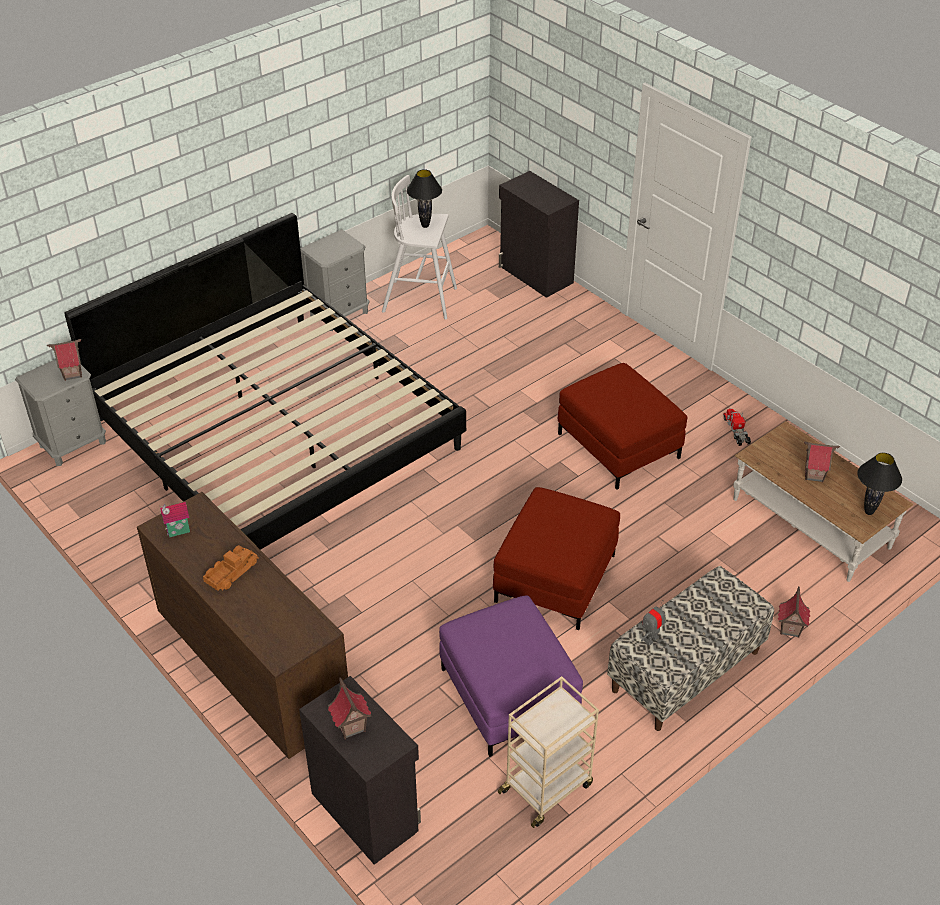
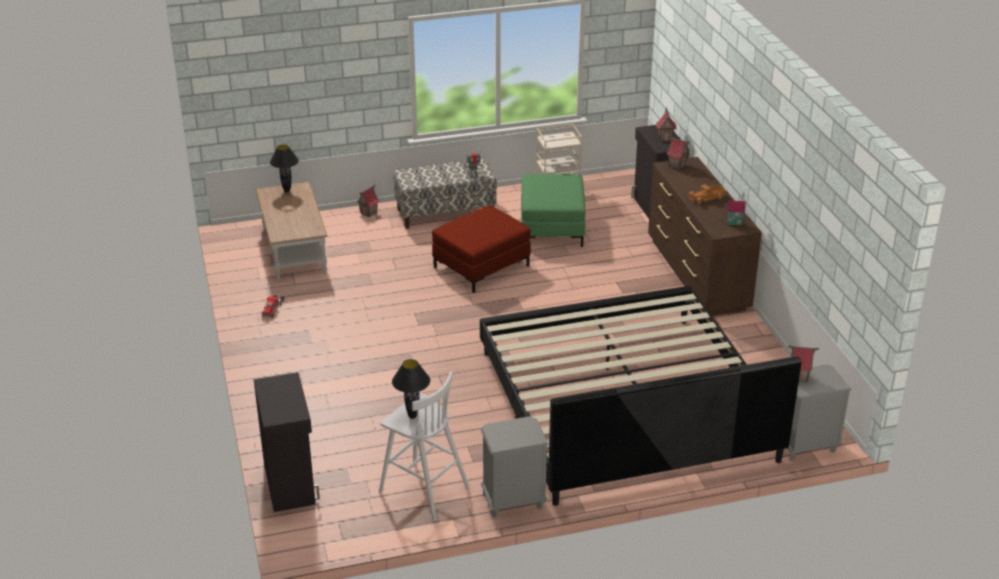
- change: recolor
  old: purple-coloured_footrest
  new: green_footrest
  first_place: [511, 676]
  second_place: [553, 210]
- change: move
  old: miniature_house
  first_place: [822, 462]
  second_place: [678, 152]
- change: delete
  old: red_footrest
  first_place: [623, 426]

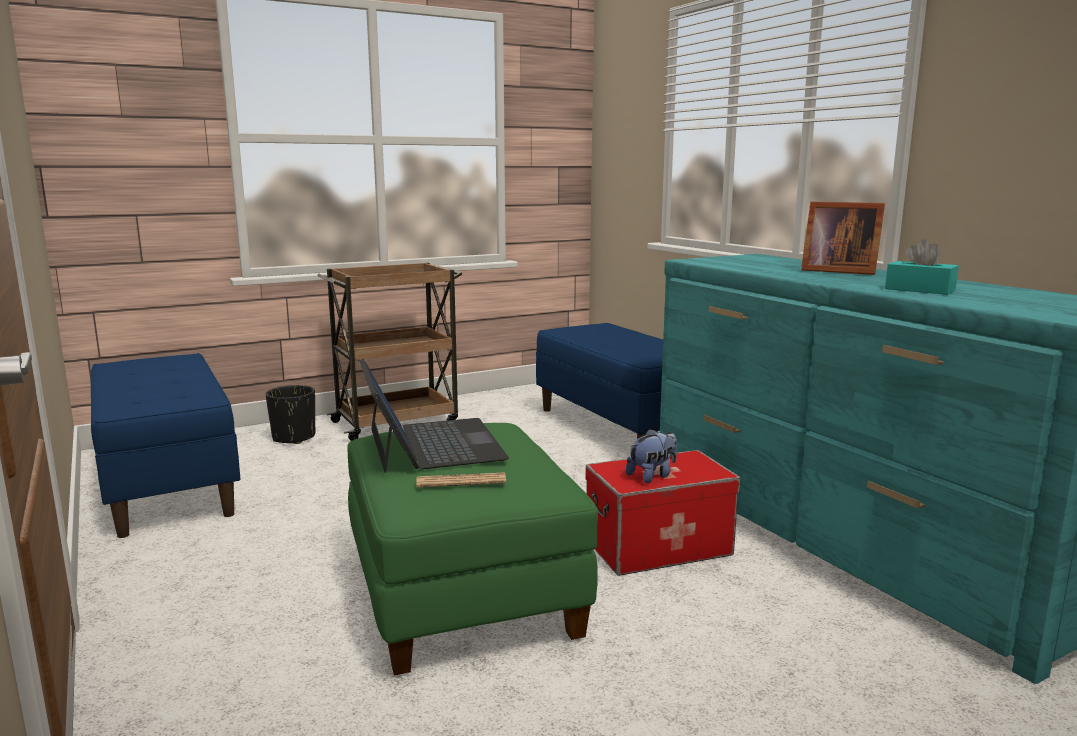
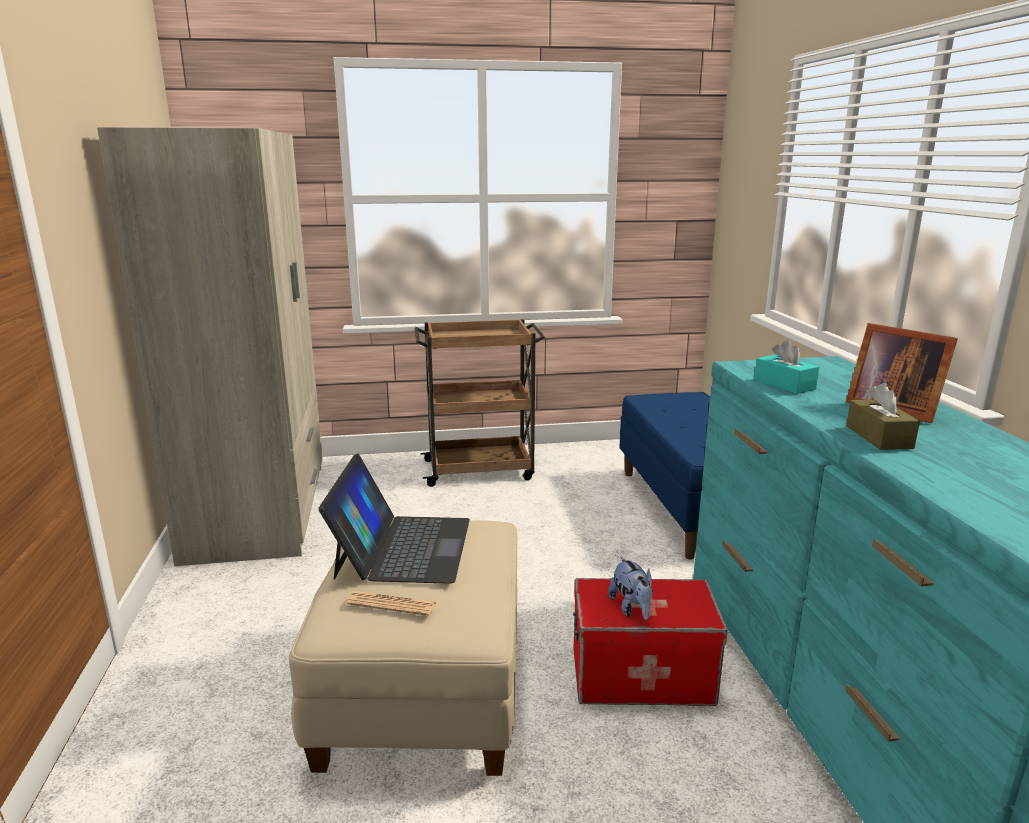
- change: replace
  old: blue-coloured_bench
  new: beige_wardrobe
  first_place: [165, 445]
  second_place: [210, 346]
- change: recolor
  old: green_footrest
  new: beige_footrest
  first_place: [472, 549]
  second_place: [403, 647]
- change: rotate
  old: plush_toy
  first_place: [651, 456]
  second_place: [630, 588]
  degrees: 90
- change: move
  old: blue-green_box_of_tissues
  first_place: [922, 267]
  second_place: [786, 367]
- change: insert
  new: brownish_box_of_tissues
  second_place: [883, 416]
- change: delete
  old: blackish_flower_pot
  first_place: [290, 414]

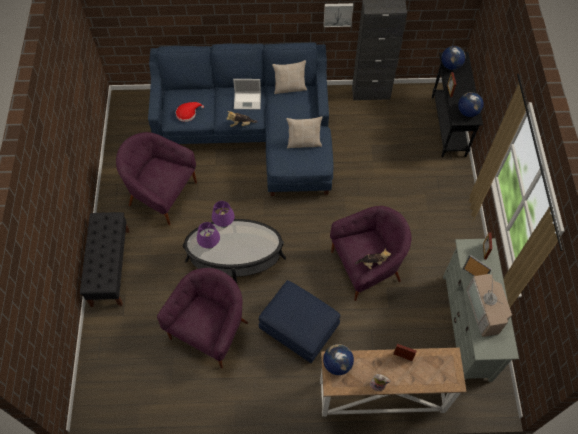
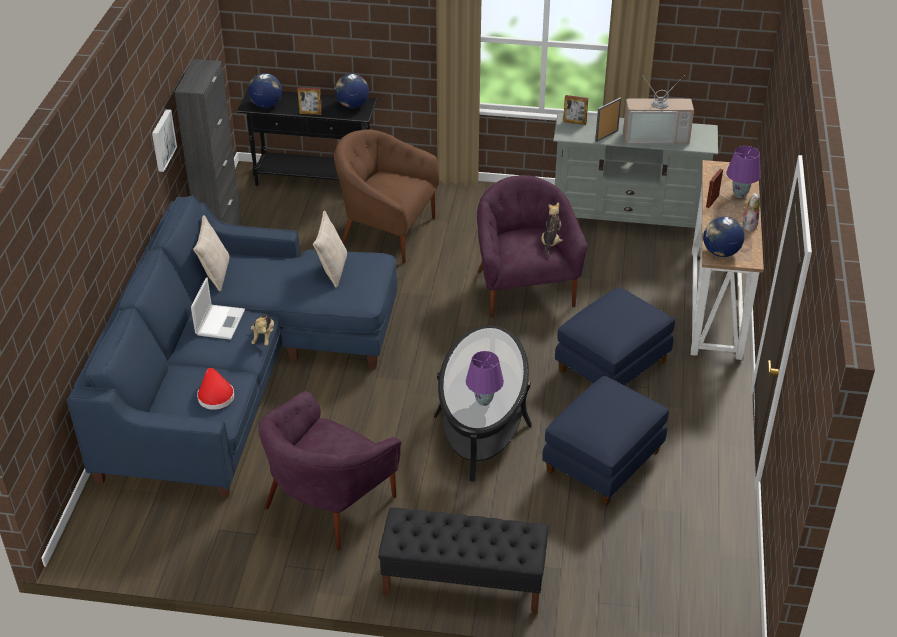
- change: insert
  new: brownish_armchair
  second_place: [386, 196]
- change: replace
  old: purple-coloured_armchair
  new: blue-coloured_footrest
  first_place: [202, 318]
  second_place: [606, 441]
- change: move
  old: purple-coloured_lamp_for_a_table
  first_place: [223, 214]
  second_place: [744, 172]

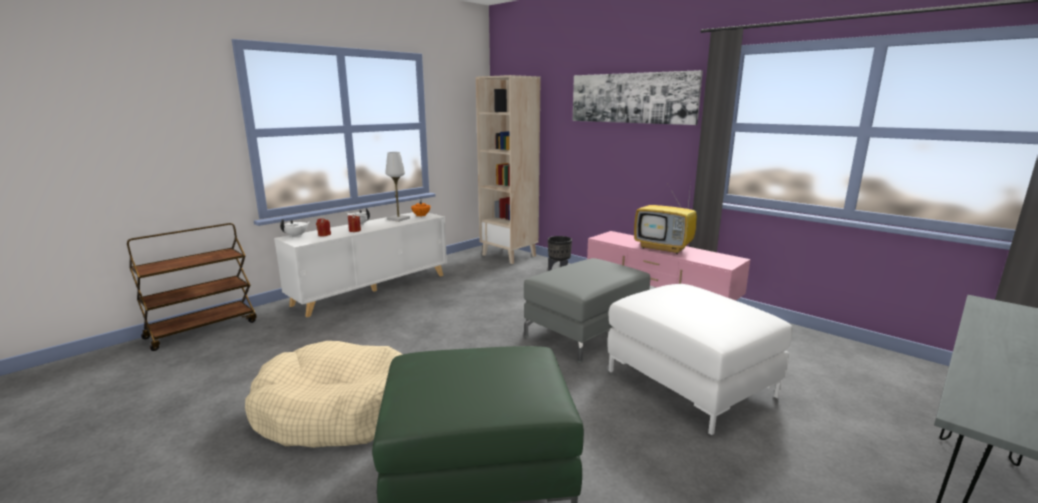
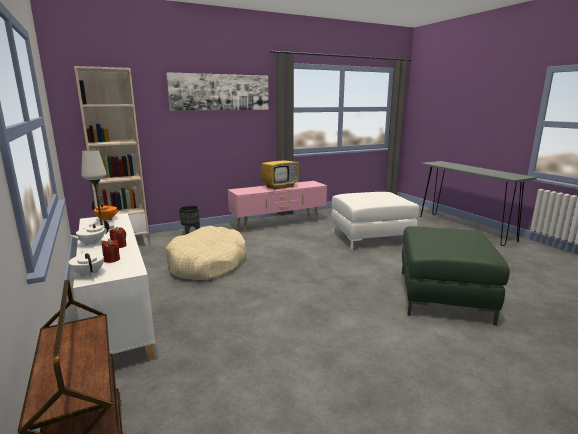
- change: move
  old: beige_pet_bed
  first_place: [324, 394]
  second_place: [206, 253]
- change: delete
  old: gray_footrest
  first_place: [587, 310]

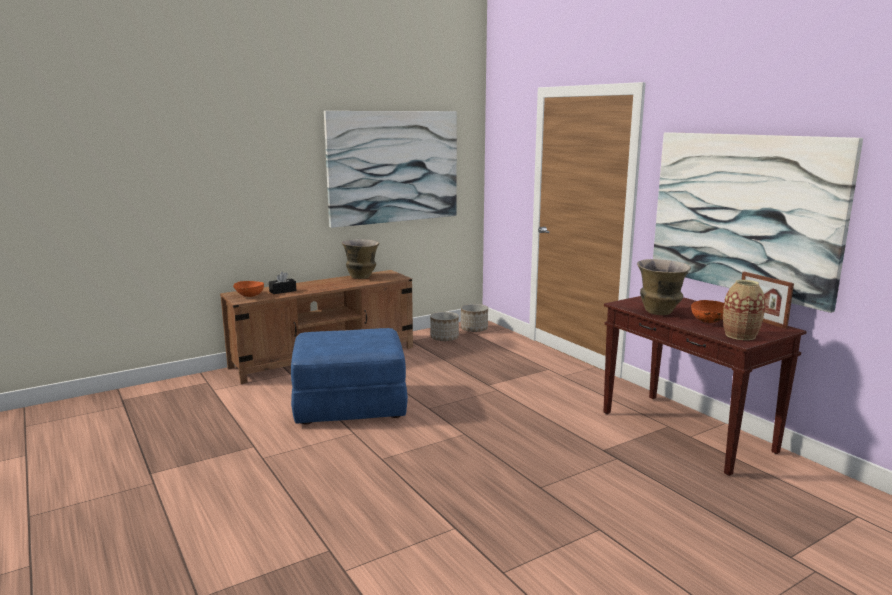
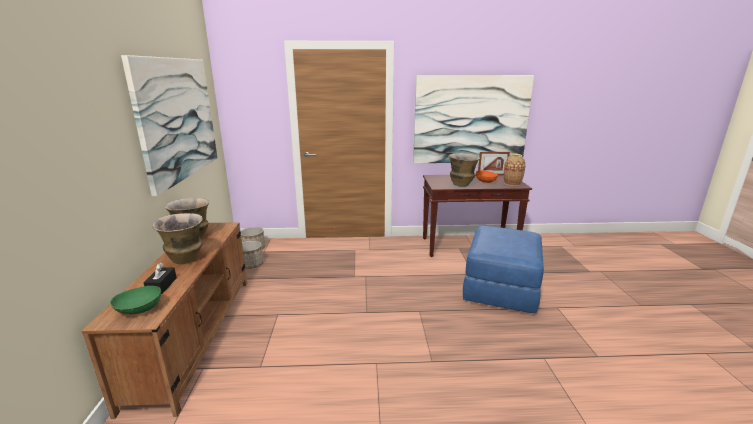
- change: recolor
  old: orange_bowl
  new: green_bowl
  first_place: [248, 289]
  second_place: [135, 300]
- change: insert
  new: flower_vase
  second_place: [177, 238]
- change: move
  old: blue-coloured_footrest
  first_place: [349, 376]
  second_place: [503, 270]

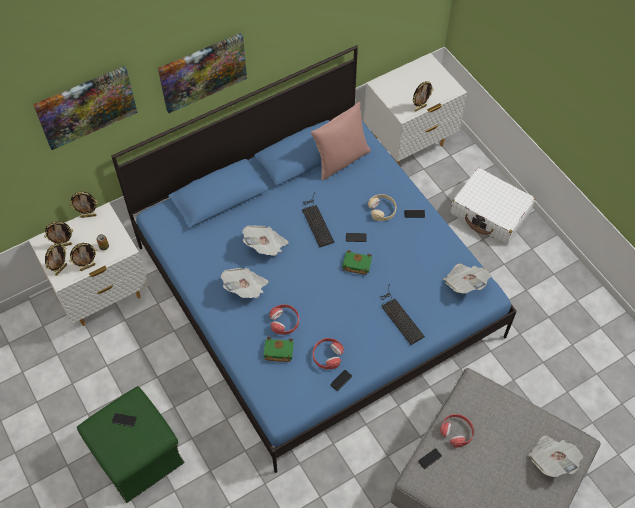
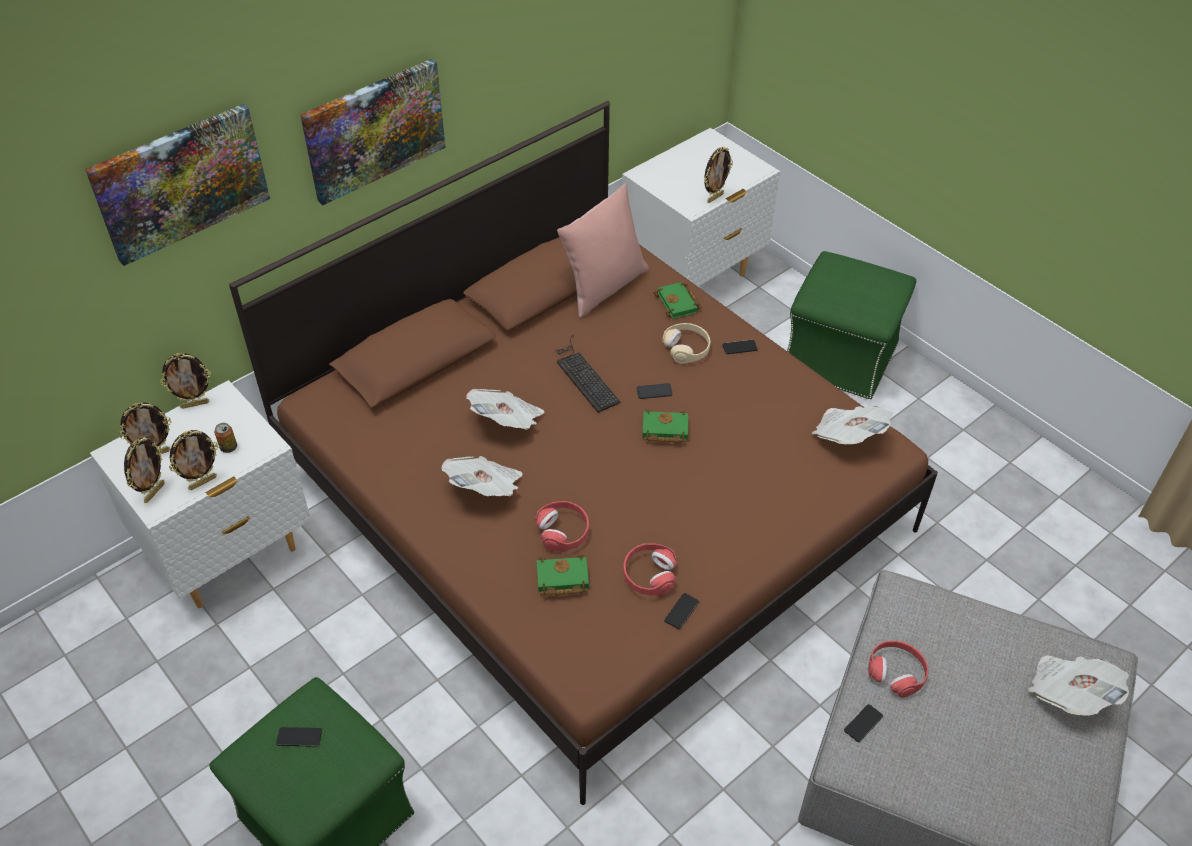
- change: recolor
  old: blue-coloured_sleeping_bed
  new: brownish_sleeping_bed
  first_place: [314, 259]
  second_place: [583, 453]
- change: insert
  new: green_book
  second_place: [677, 300]
- change: replace
  old: white_travel_case
  new: green_footrest
  first_place: [493, 206]
  second_place: [851, 325]
- change: delete
  old: keyboard
  first_place: [402, 314]

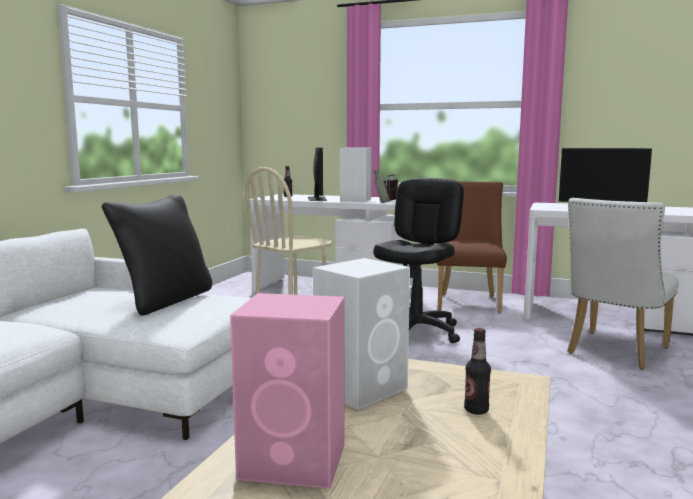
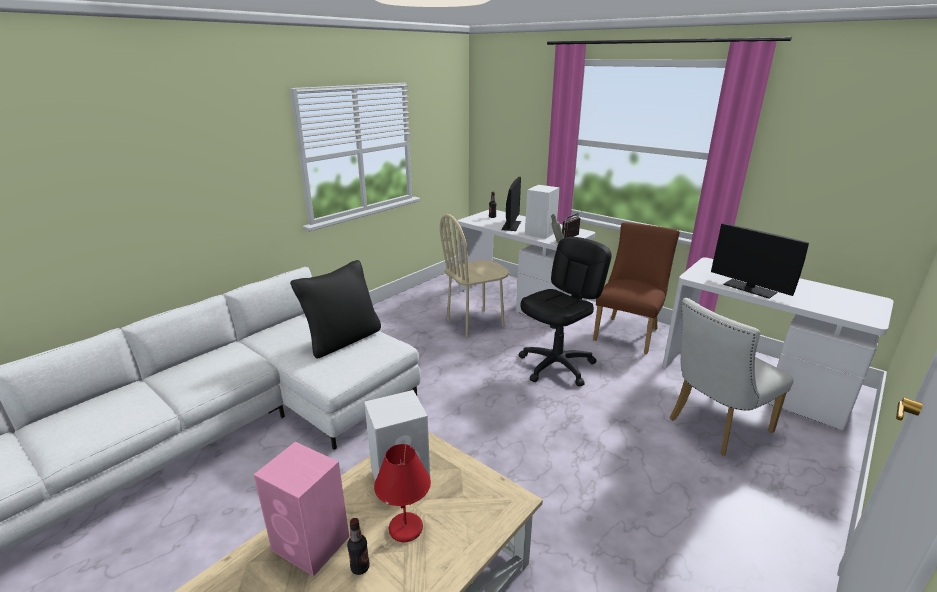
- change: move
  old: drink_bottle
  first_place: [477, 371]
  second_place: [358, 546]
- change: insert
  new: red_lamp_for_a_table
  second_place: [402, 493]

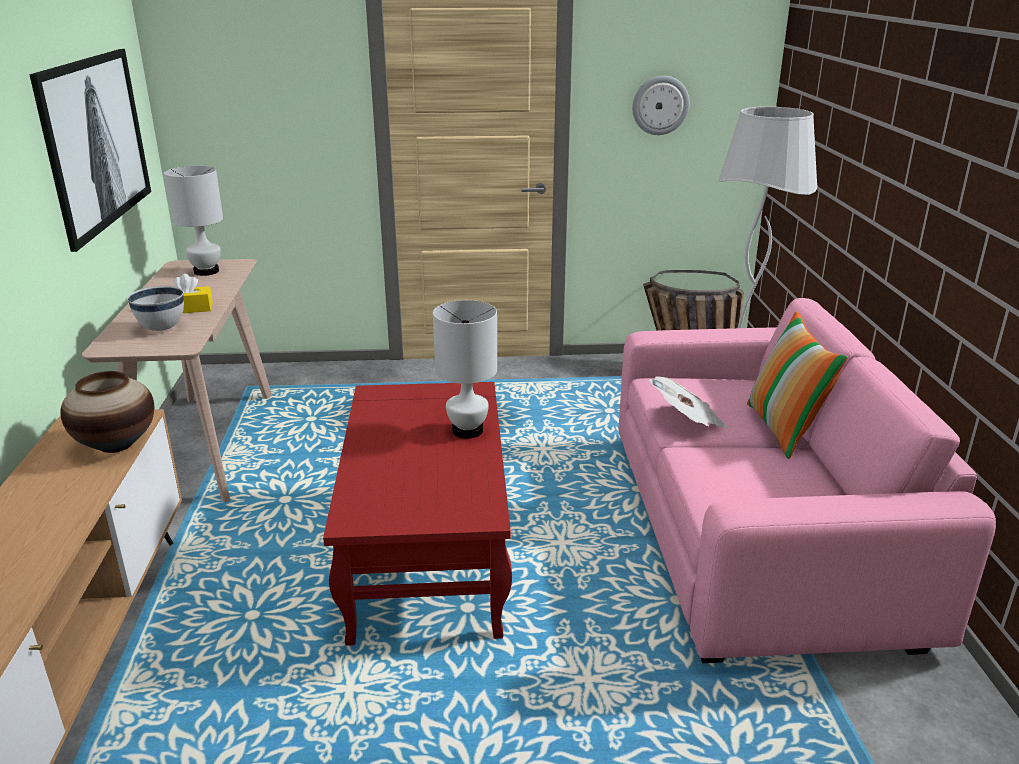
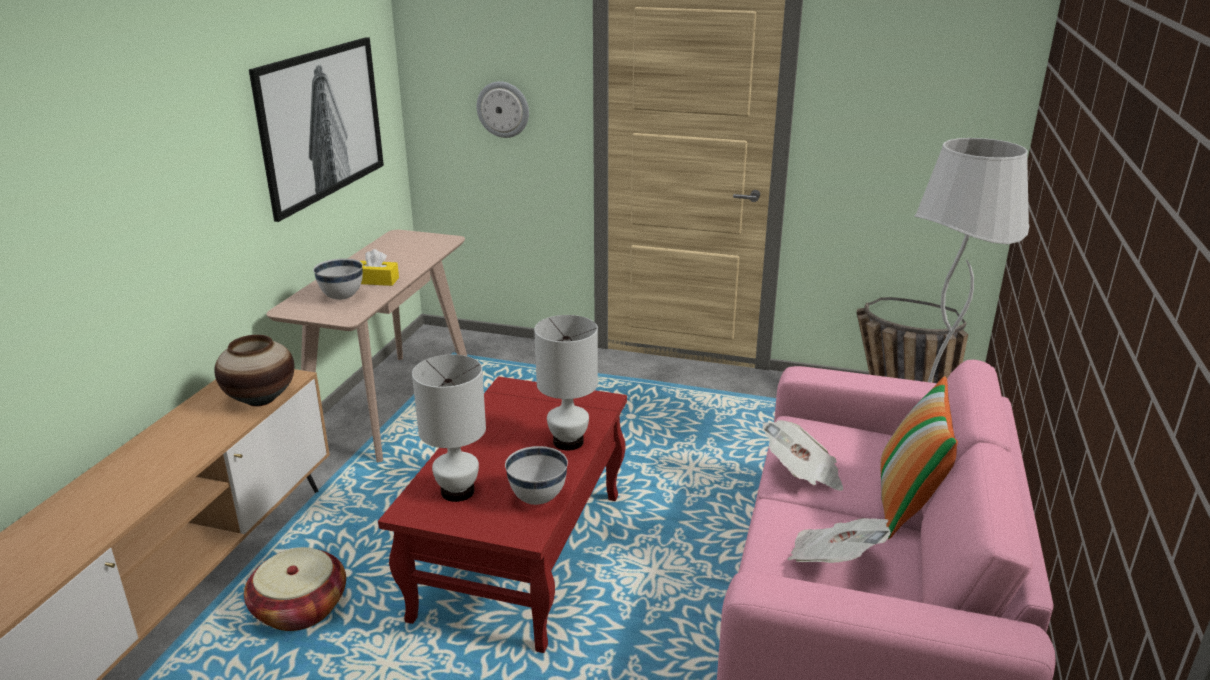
- change: insert
  new: household_basket
  second_place: [295, 589]
- change: move
  old: white_lamp_for_a_table
  first_place: [193, 221]
  second_place: [449, 428]
- change: move
  old: clock_on_the_wall
  first_place: [660, 105]
  second_place: [503, 109]
- change: insert
  new: white_bowl
  second_place: [536, 475]
- change: insert
  new: daily_paper
  second_place: [839, 540]

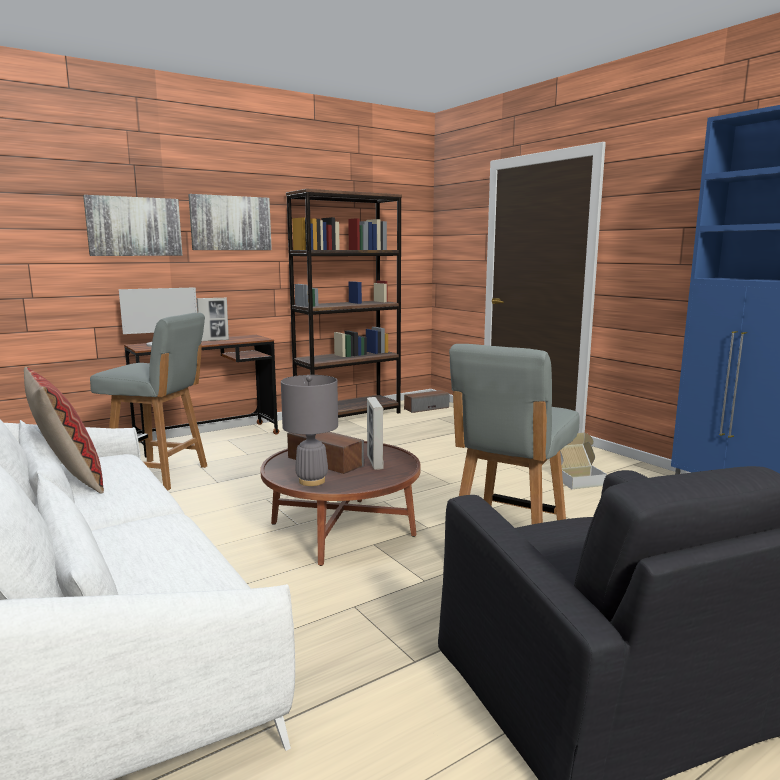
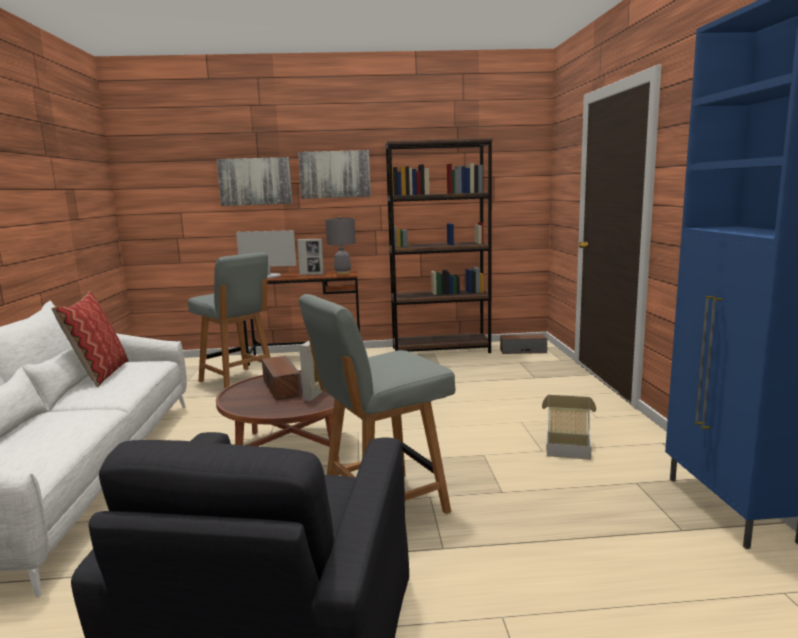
- change: move
  old: gray_lamp_for_a_table
  first_place: [309, 430]
  second_place: [340, 245]

